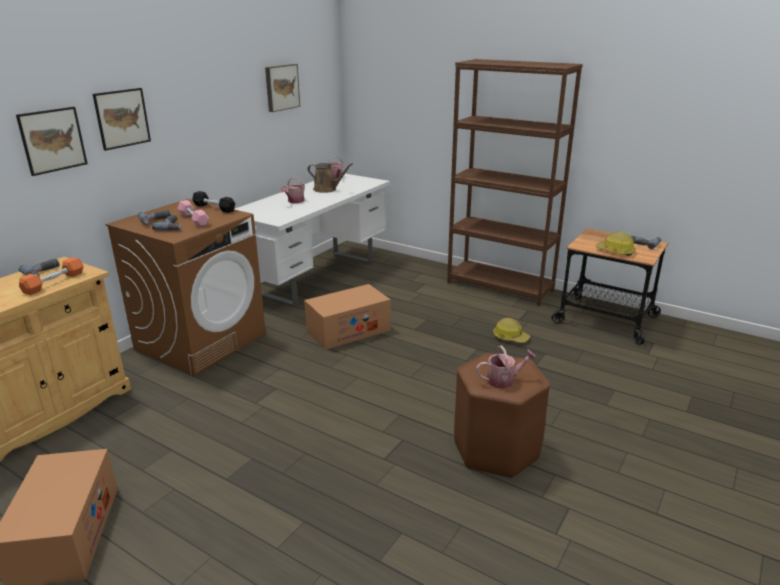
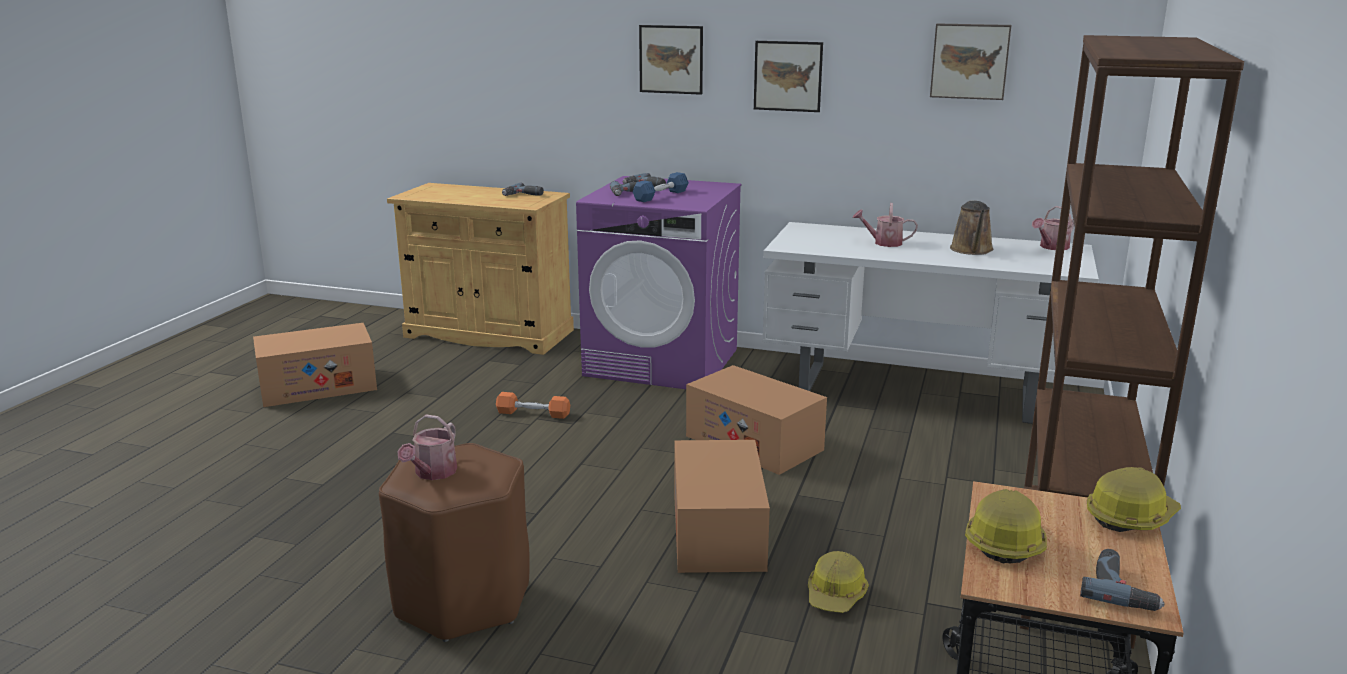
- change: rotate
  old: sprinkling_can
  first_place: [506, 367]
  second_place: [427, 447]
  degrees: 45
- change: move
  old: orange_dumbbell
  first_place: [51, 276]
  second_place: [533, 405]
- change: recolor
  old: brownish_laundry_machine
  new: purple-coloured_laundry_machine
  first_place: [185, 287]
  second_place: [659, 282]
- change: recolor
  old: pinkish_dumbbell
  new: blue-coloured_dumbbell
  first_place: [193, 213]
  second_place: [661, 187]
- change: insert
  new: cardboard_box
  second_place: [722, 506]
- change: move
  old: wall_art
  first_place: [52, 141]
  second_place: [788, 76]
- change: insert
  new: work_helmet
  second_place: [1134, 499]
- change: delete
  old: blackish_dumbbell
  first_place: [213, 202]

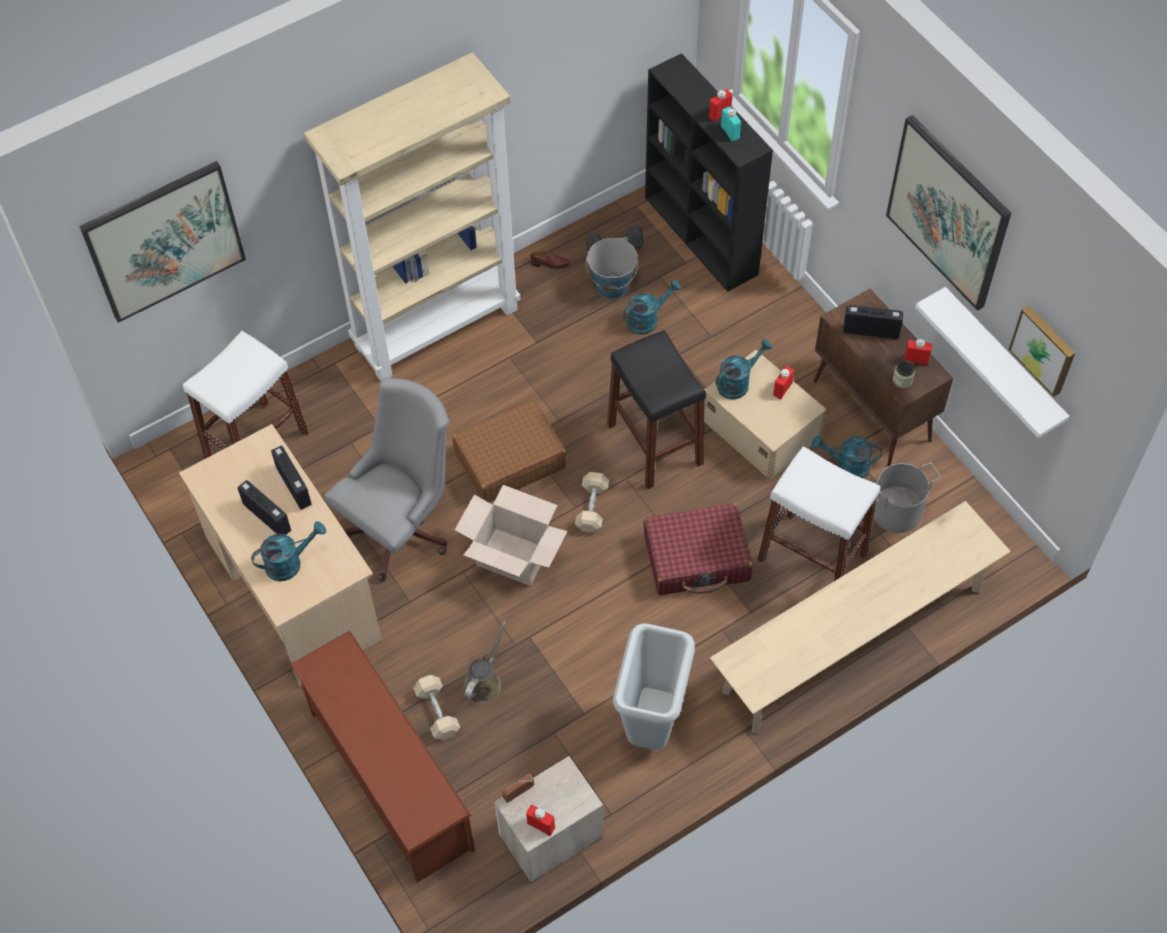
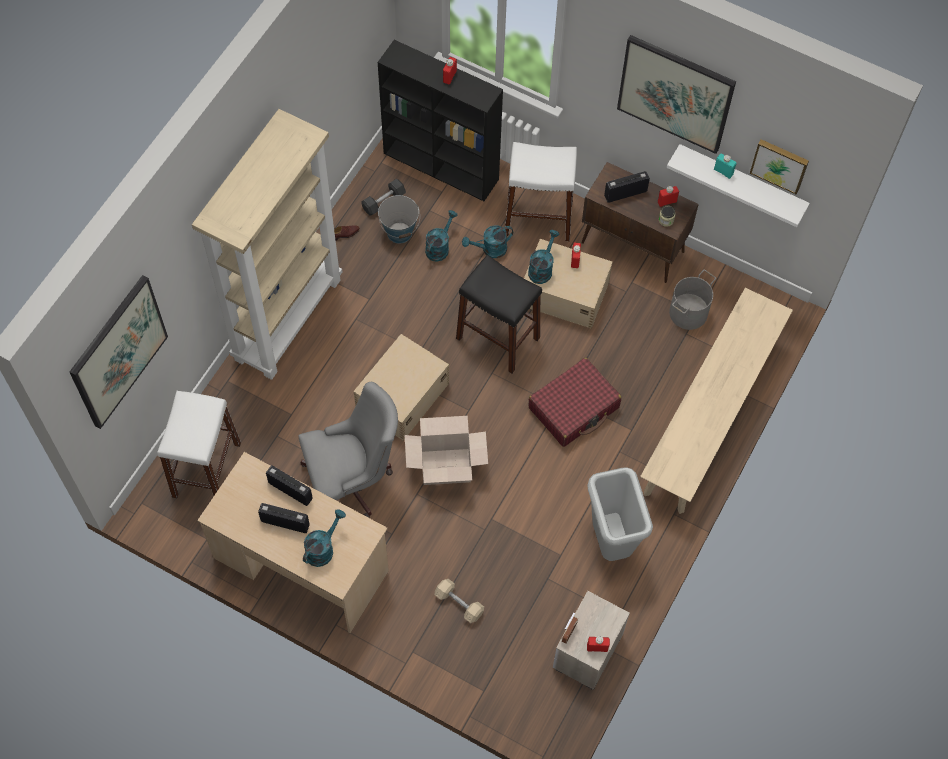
- change: rotate
  old: gray_office_chair
  first_place: [386, 479]
  second_place: [348, 450]
  degrees: 60
- change: replace
  old: brownish_travel_case
  new: beige_storage_bin
  first_place: [509, 451]
  second_place: [401, 387]
- change: move
  old: blue-green_sprinkling_can
  first_place: [847, 456]
  second_place: [487, 241]
- change: move
  old: white_stool_seat
  first_place: [818, 513]
  second_place: [541, 191]
- change: move
  old: blue-green_drink_bottle
  first_place: [731, 124]
  second_place: [725, 166]
- change: delete
  old: brownish_shoe_shelf
  first_place: [382, 757]
- change: delete
  old: brownish_sprinkling_can
  first_place: [484, 662]
- change: delete
  old: beige_dumbbell
  first_place: [592, 502]

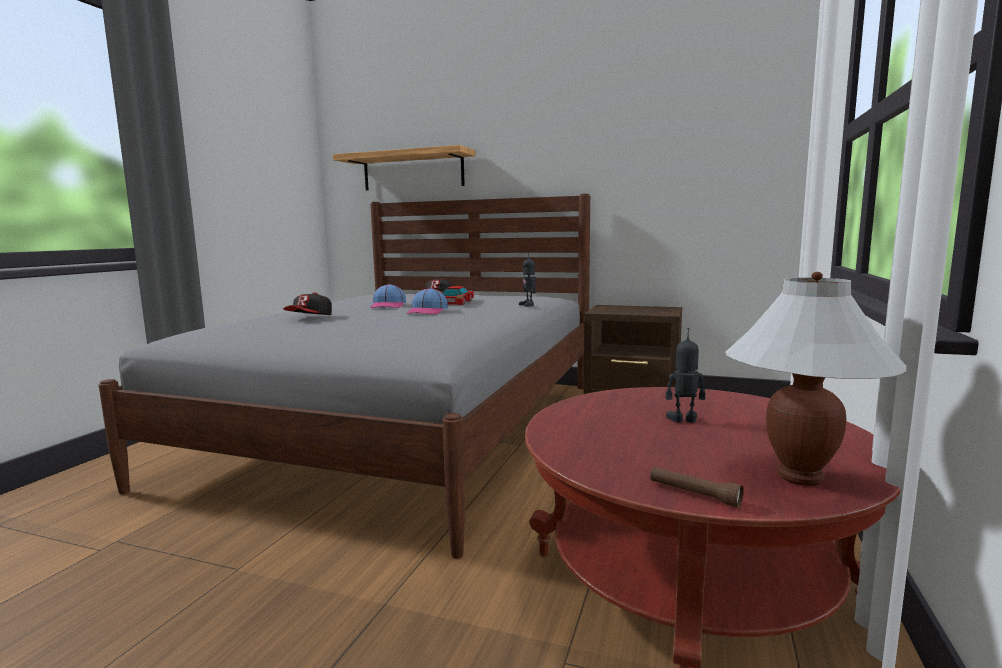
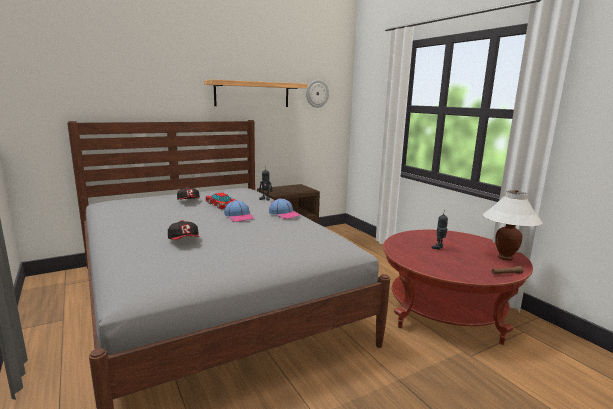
- change: move
  old: wall_shelf
  first_place: [404, 167]
  second_place: [256, 93]
- change: move
  old: cap
  first_place: [388, 296]
  second_place: [284, 208]
- change: insert
  new: clock_on_the_wall
  second_place: [317, 94]

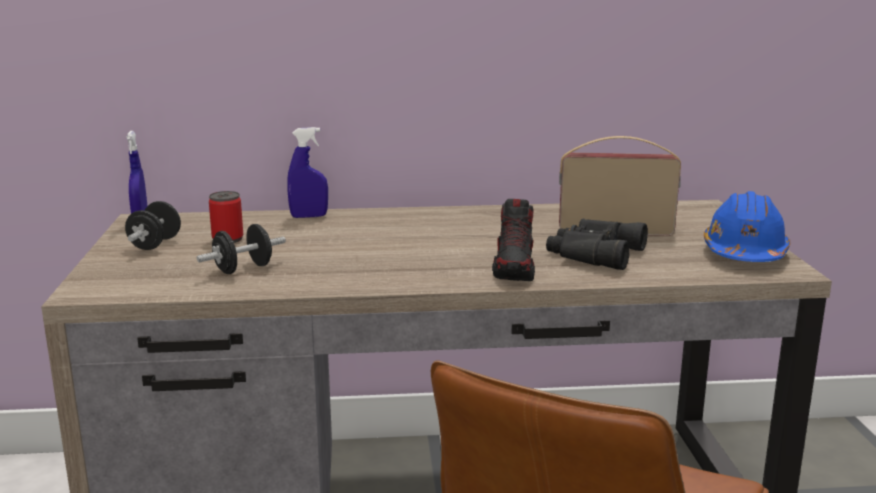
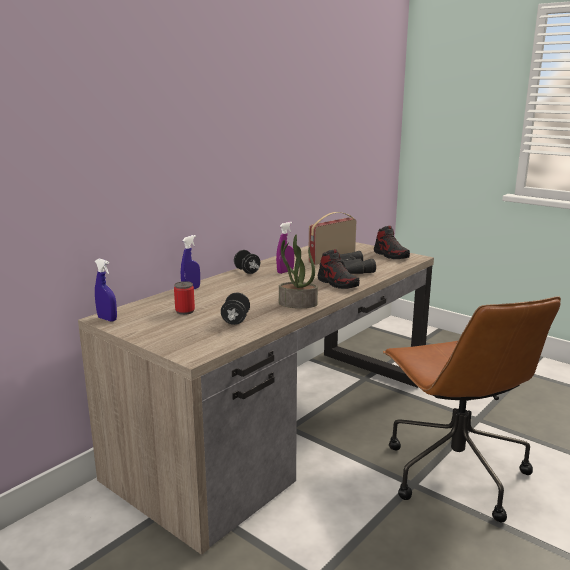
- change: move
  old: blackish_dumbbell
  first_place: [153, 225]
  second_place: [247, 262]
- change: insert
  new: purple-coloured_hand_sprayer
  second_place: [285, 248]
- change: insert
  new: houseplant
  second_place: [298, 271]
- change: replace
  old: blue-coloured_work_helmet
  new: low_shoe
  first_place: [747, 226]
  second_place: [392, 242]

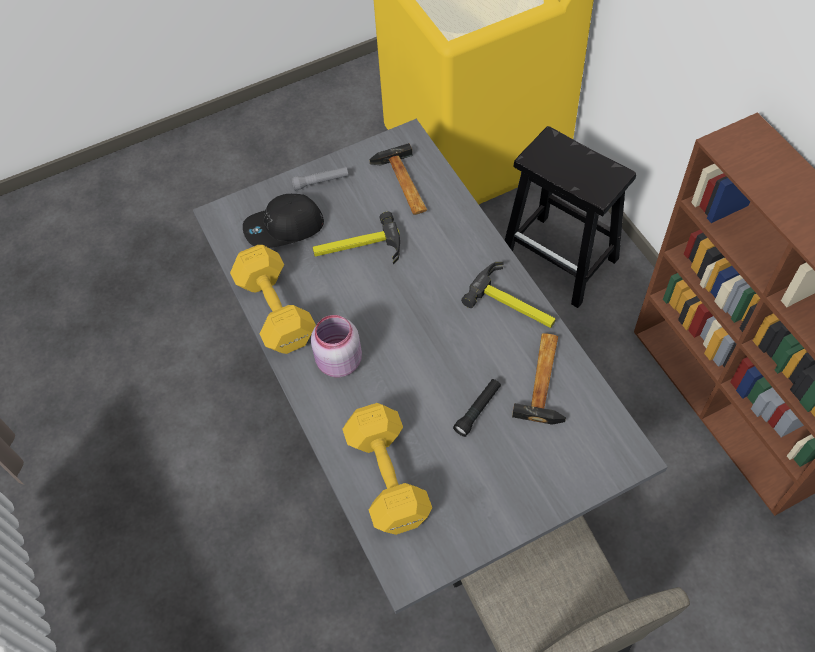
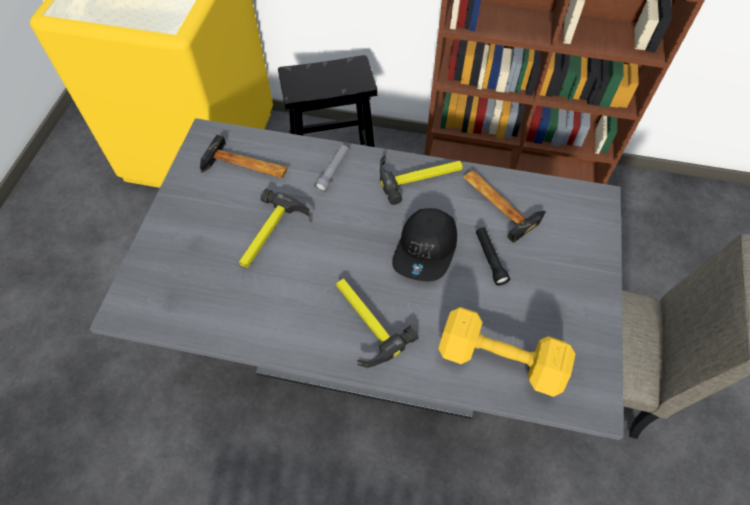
- change: move
  old: gray_flashlight
  first_place: [319, 179]
  second_place: [331, 169]
- change: replace
  old: pinkish_preserve_jar
  new: hammer
  first_place: [336, 346]
  second_place: [377, 323]
- change: move
  old: blackish_cap
  first_place: [283, 221]
  second_place: [424, 244]
- change: delete
  old: yellow-coloured_dumbbell
  first_place: [273, 299]

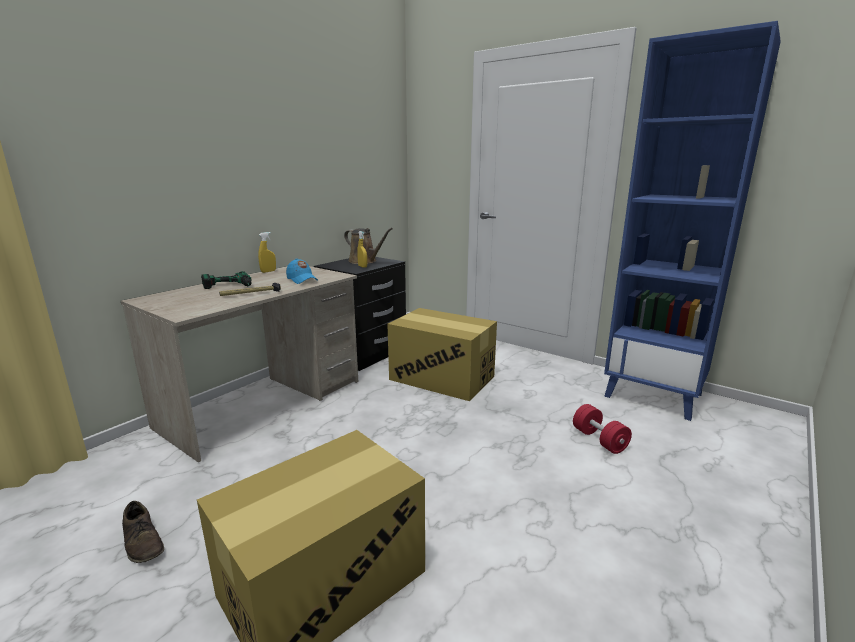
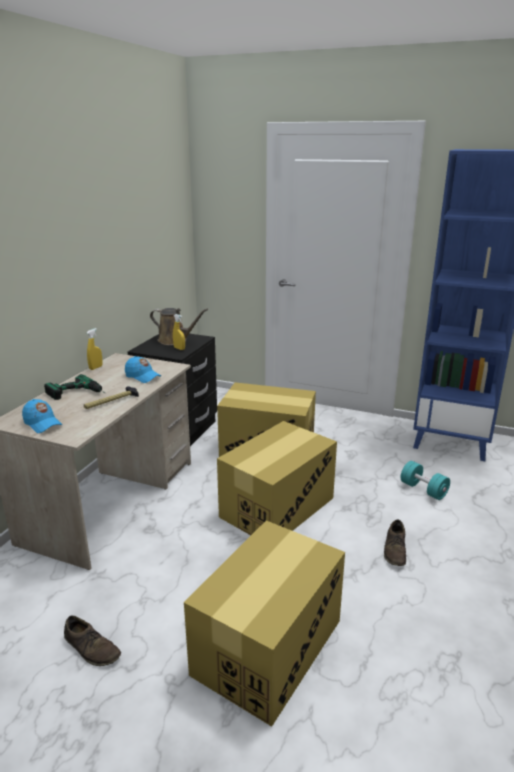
- change: insert
  new: blue-coloured_cap
  second_place: [42, 416]
- change: insert
  new: cardboard_box
  second_place: [277, 478]
- change: insert
  new: brownish_low_shoe
  second_place: [395, 543]
- change: recolor
  old: red_dumbbell
  new: blue-green_dumbbell
  first_place: [602, 429]
  second_place: [425, 480]

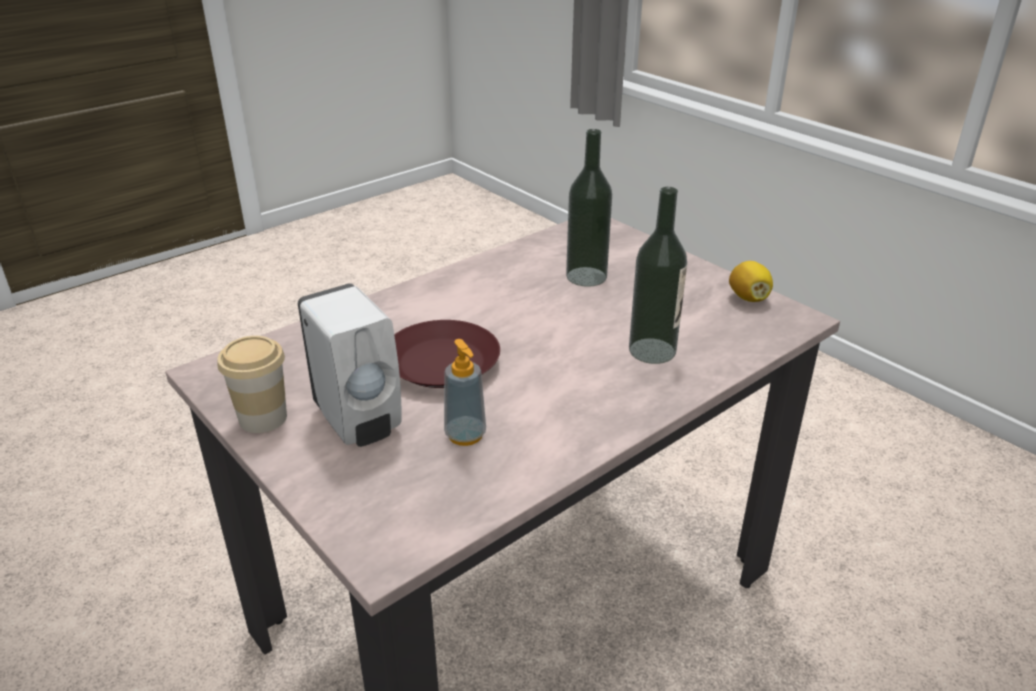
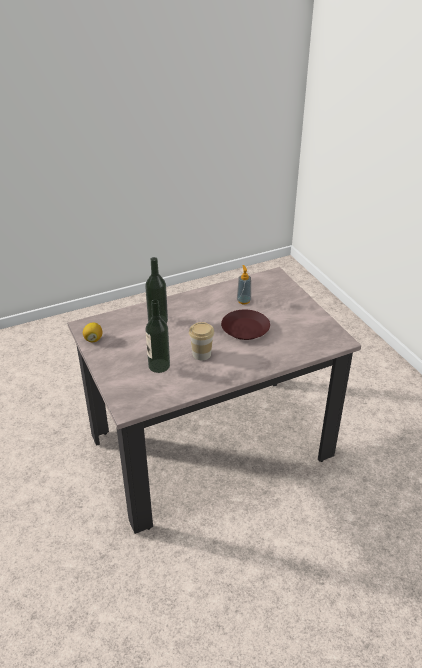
- change: move
  old: drinking_cup
  first_place: [252, 384]
  second_place: [201, 341]
- change: delete
  old: white_soap_dispenser
  first_place: [350, 365]

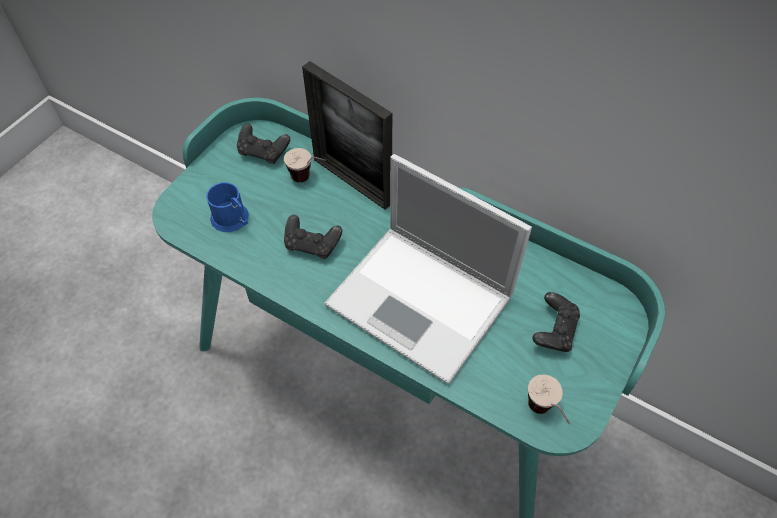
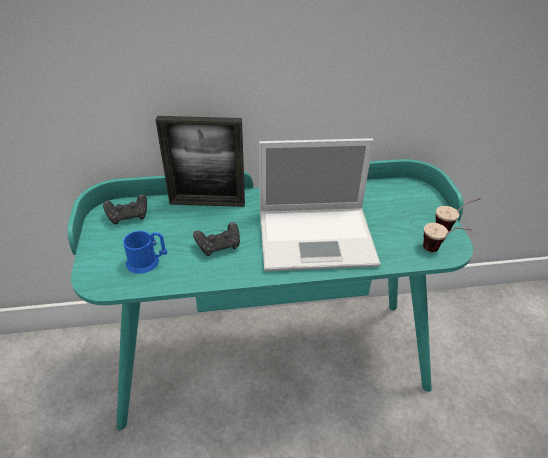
- change: move
  old: drinking_cup
  first_place: [305, 165]
  second_place: [458, 215]
- change: delete
  old: blackish_joypad
  first_place: [556, 322]

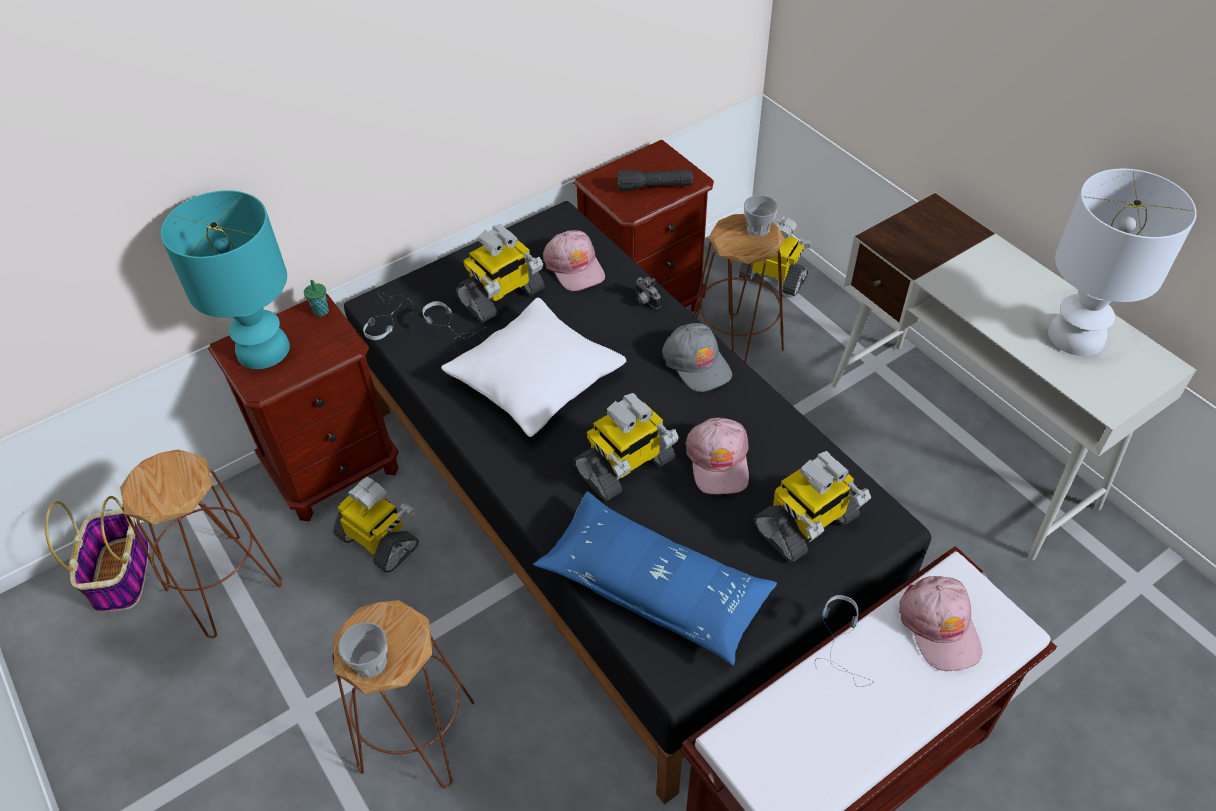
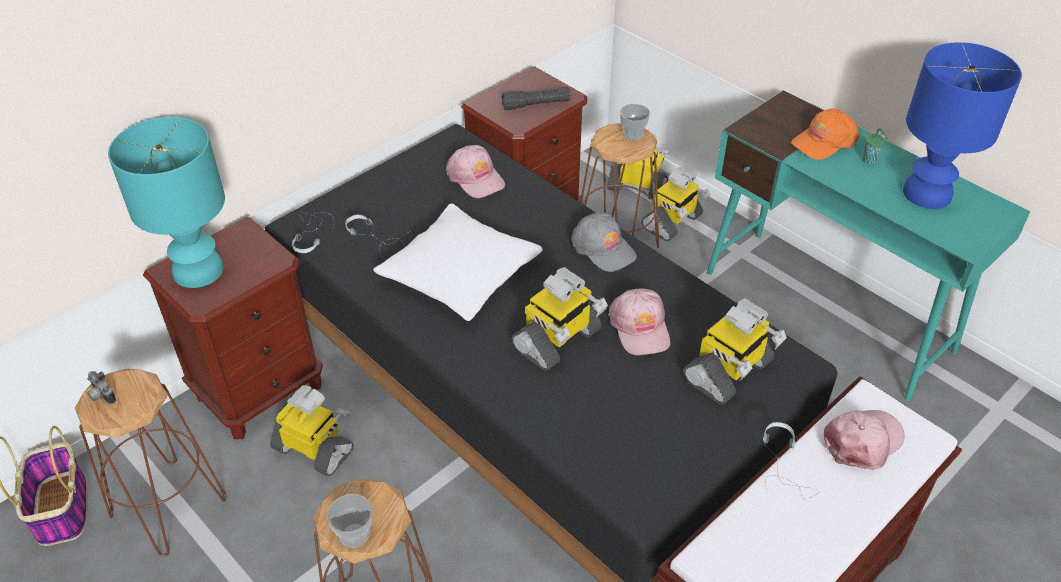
- change: move
  old: photo_camera
  first_place: [648, 293]
  second_place: [101, 387]
- change: move
  old: model_robot
  first_place: [500, 273]
  second_place: [675, 204]
- change: recolor
  old: white_desk_unit
  new: blue-green_desk_unit
  first_place: [1014, 376]
  second_place: [868, 245]
- change: insert
  new: orange_cap
  second_place: [825, 134]
- change: rotate
  old: pinkish_cap
  first_place: [940, 623]
  second_place: [864, 440]
  degrees: -105
- change: move
  old: green_drinking_cup
  first_place: [316, 298]
  second_place: [875, 146]
- change: recolor
  old: white_lamp_for_a_table
  new: blue-coloured_lamp_for_a_table
  first_place: [1122, 262]
  second_place: [962, 125]
- change: delete
  old: blue-coloured_pillow
  first_place: [655, 578]

